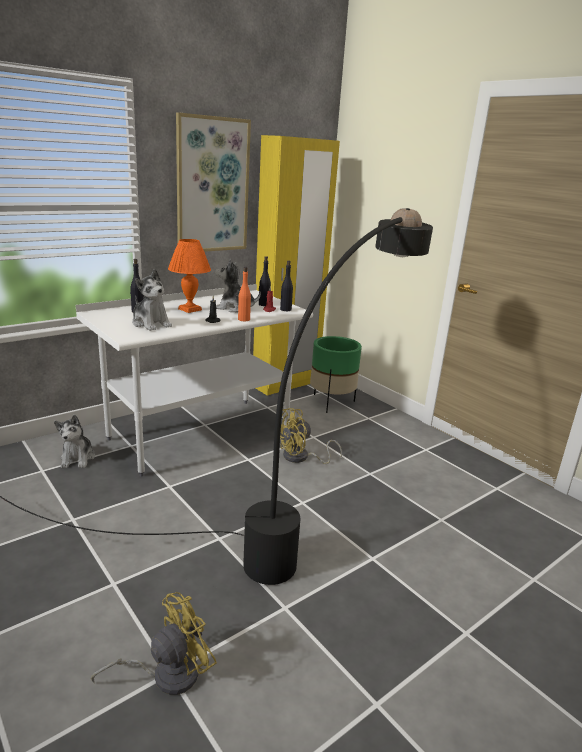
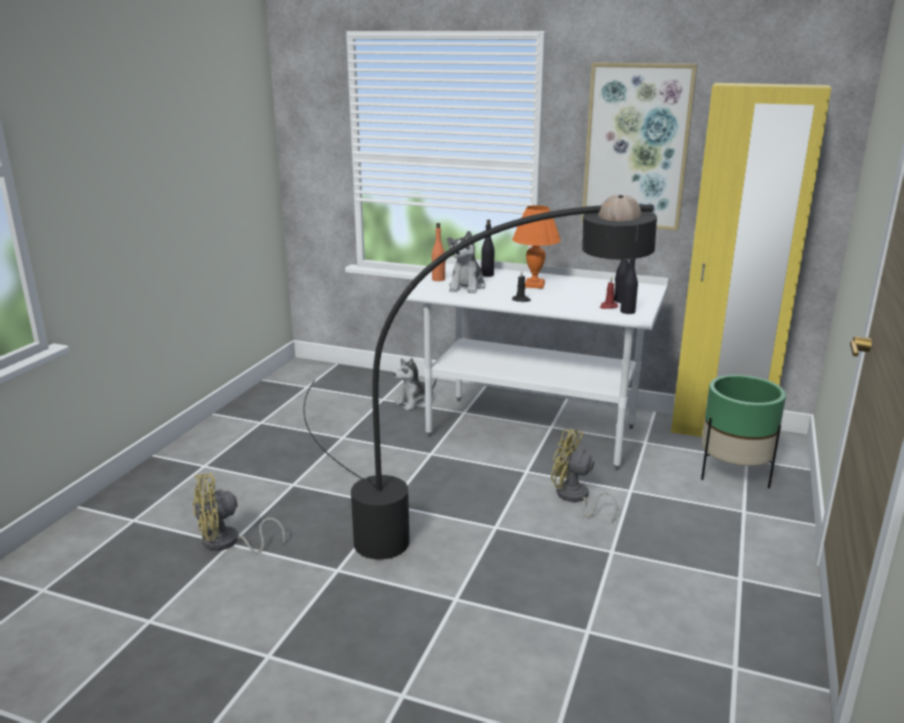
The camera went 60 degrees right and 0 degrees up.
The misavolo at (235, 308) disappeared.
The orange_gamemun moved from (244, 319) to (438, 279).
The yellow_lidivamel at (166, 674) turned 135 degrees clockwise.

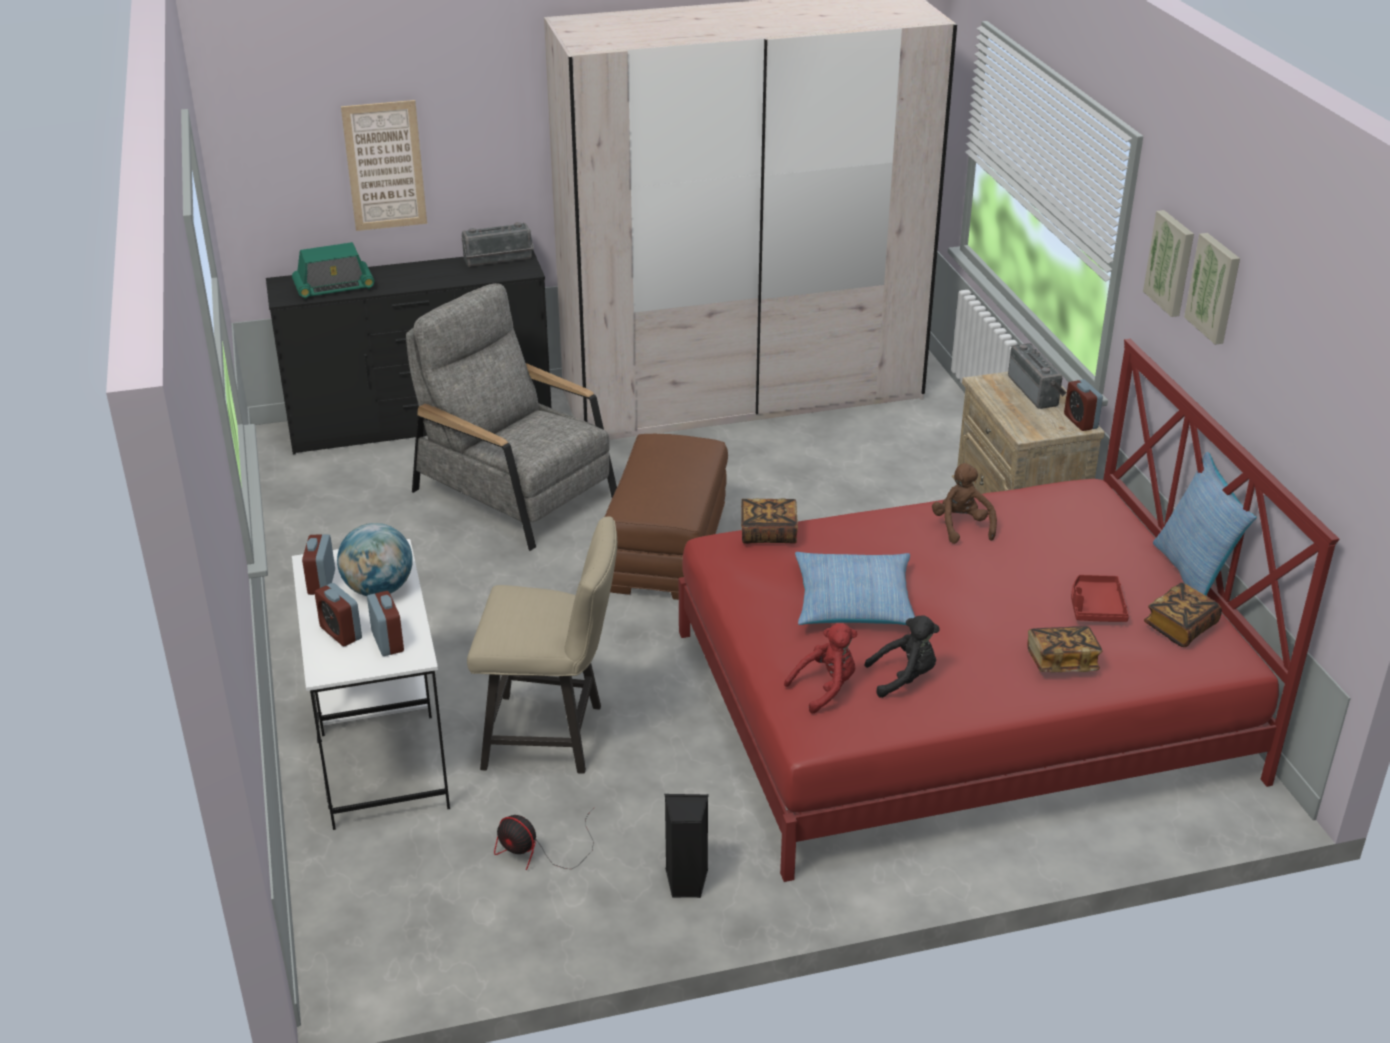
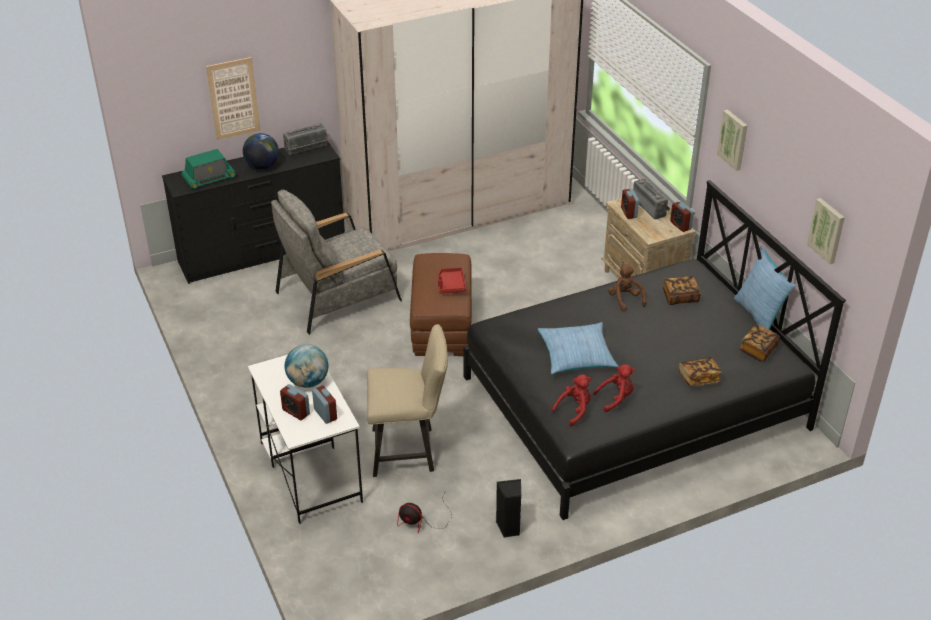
The camera went 10 degrees left and 5 degrees up.
The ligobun moved from (1215, 288) to (827, 230).
The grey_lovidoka at (516, 493) turned 60 degrees counterclockwise.
The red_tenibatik at (957, 703) became the black_tenibatik at (633, 402).
The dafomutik moved from (768, 533) to (680, 297).
The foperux moved from (321, 582) to (629, 213).
The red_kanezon moved from (1096, 607) to (451, 285).
The black_misavolo at (904, 678) became the red_misavolo at (616, 398).
The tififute at (262, 166) appeared.

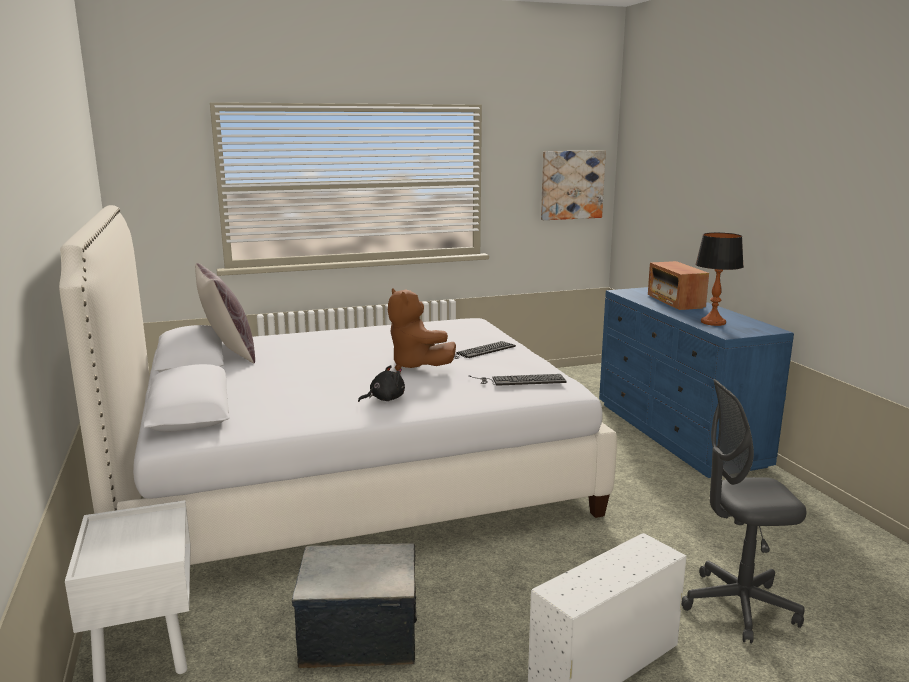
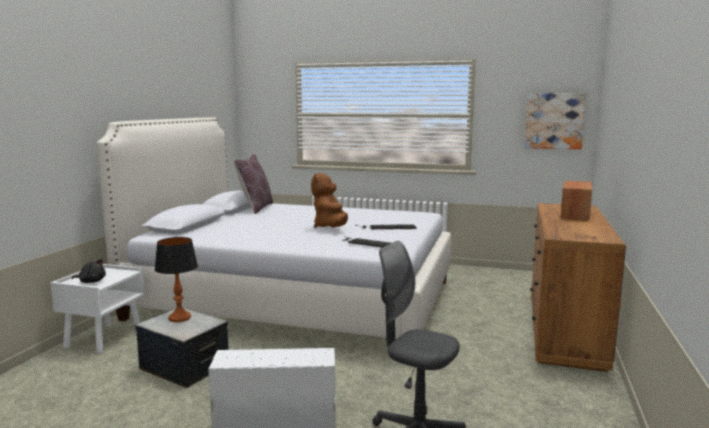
The camera went 35 degrees right and 5 degrees down.
The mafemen moved from (713, 322) to (179, 318).
The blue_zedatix at (678, 433) became the brown_zedatix at (564, 331).
The black_misavolo moved from (384, 399) to (91, 281).

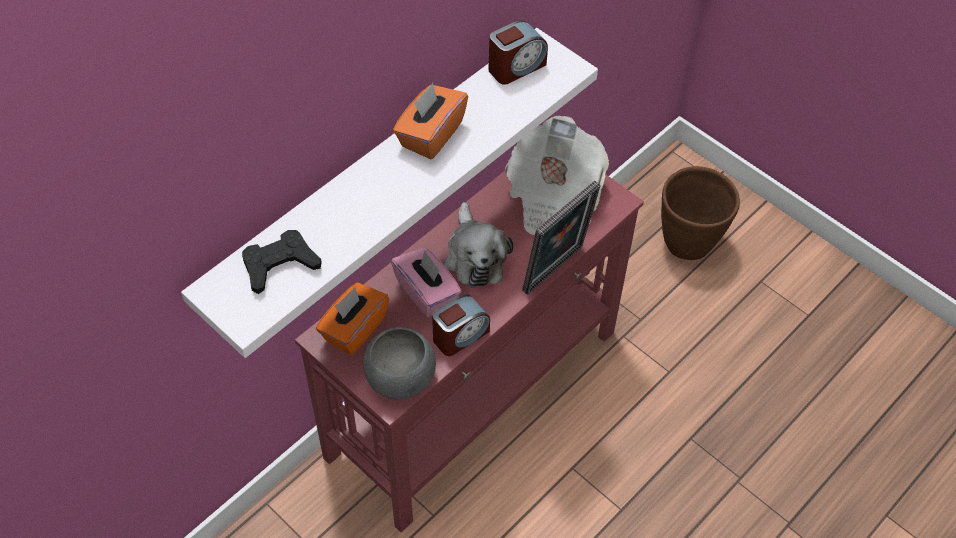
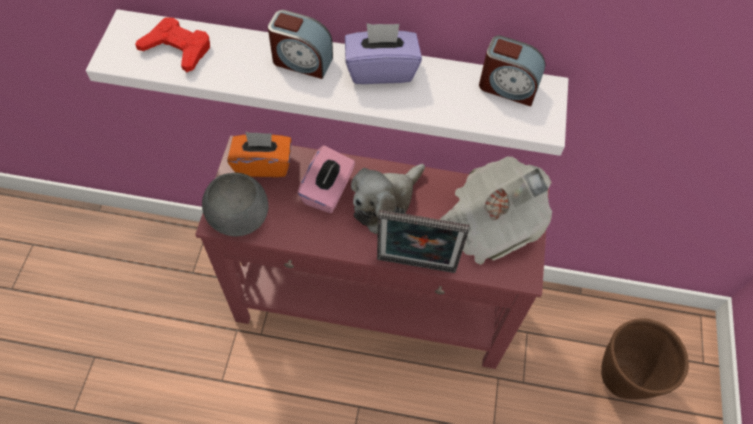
The camera went 55 degrees right and 5 degrees up.
The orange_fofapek at (430, 135) became the purple_fofapek at (381, 69).
The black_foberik at (279, 265) became the red_foberik at (177, 49).
The foperux moved from (460, 335) to (301, 61).

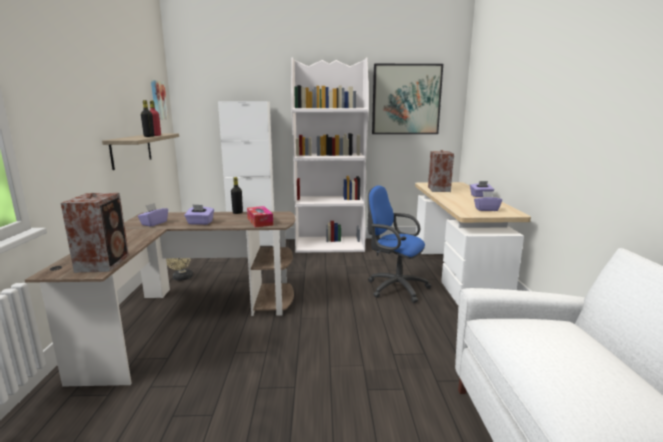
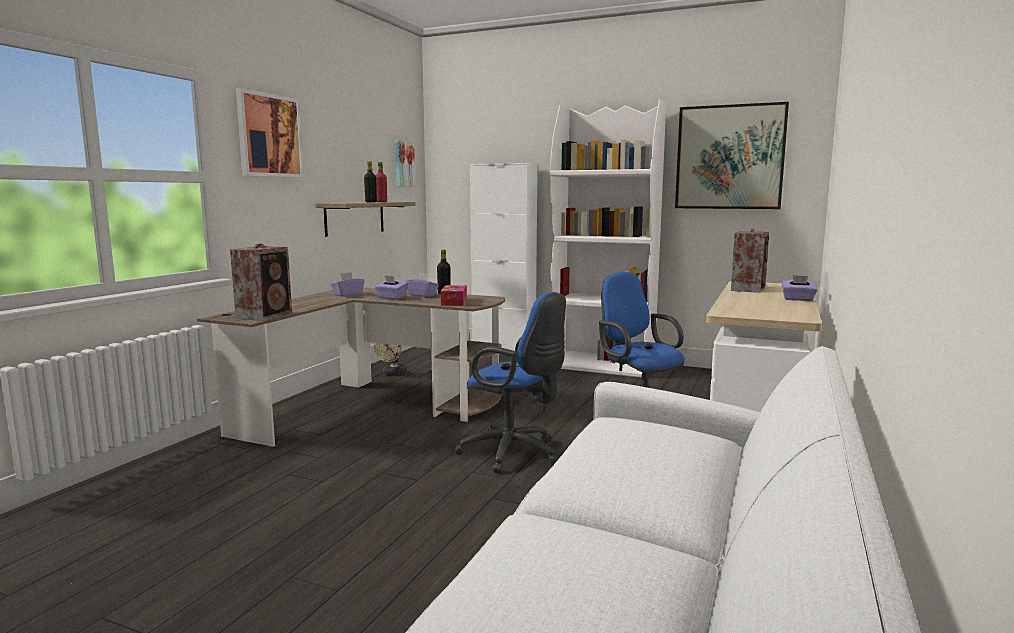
The camera went 25 degrees right and 5 degrees down.
The purple_fofapek moved from (486, 209) to (422, 295).
The ligobun at (269, 136) appeared.
The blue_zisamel at (515, 454) appeared.

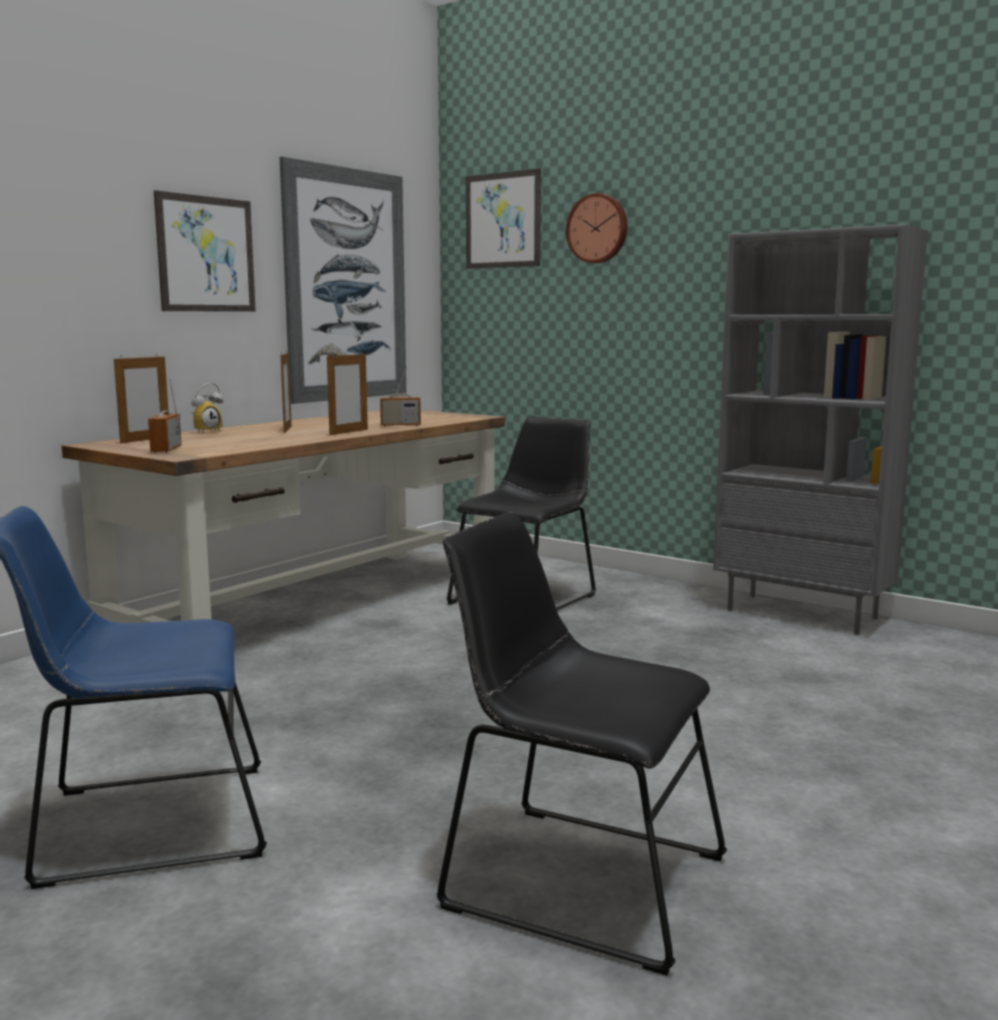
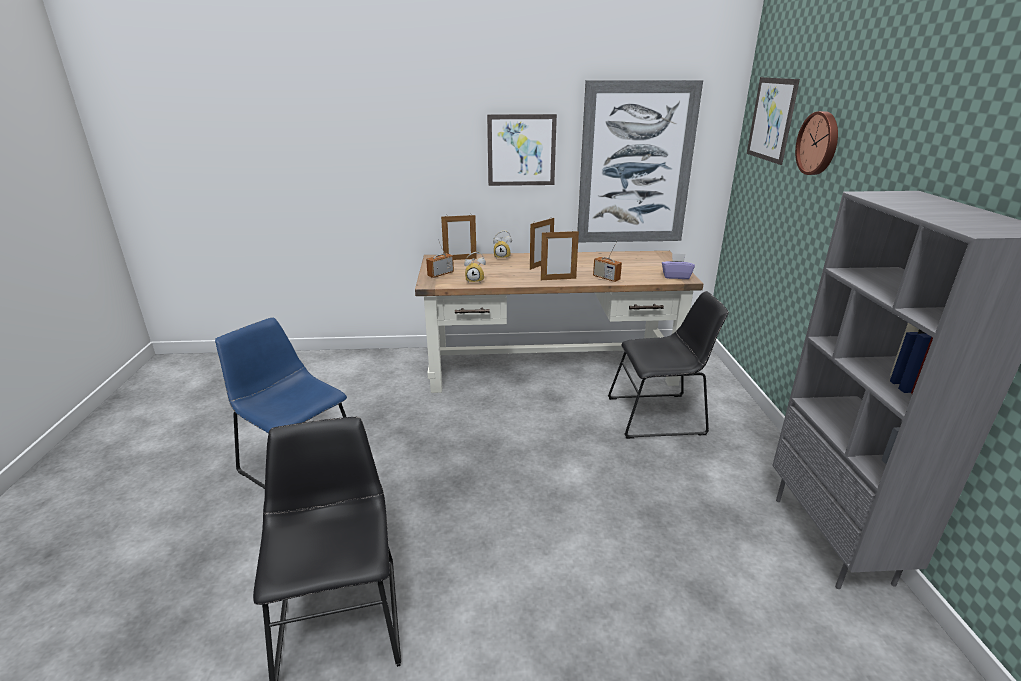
The camera went 50 degrees right and 15 degrees up.
The foperux at (475, 281) appeared.
The purple_fofapek at (676, 276) appeared.

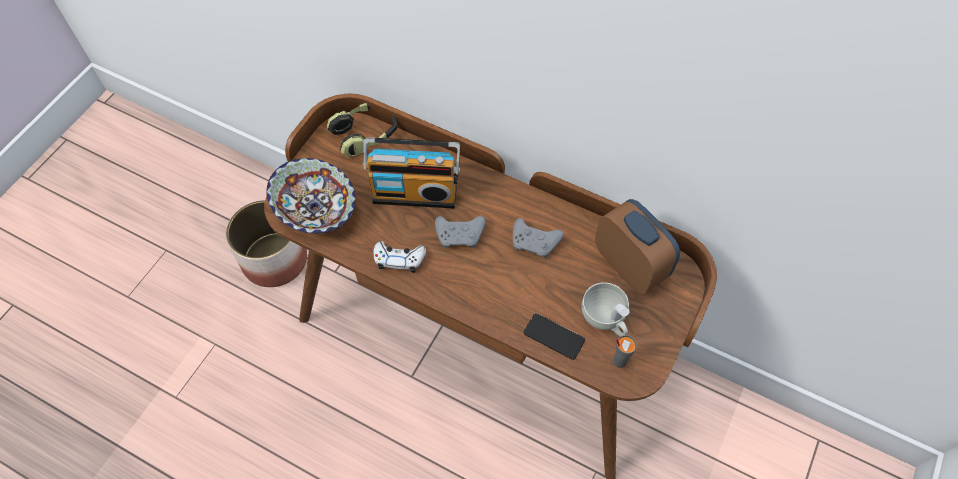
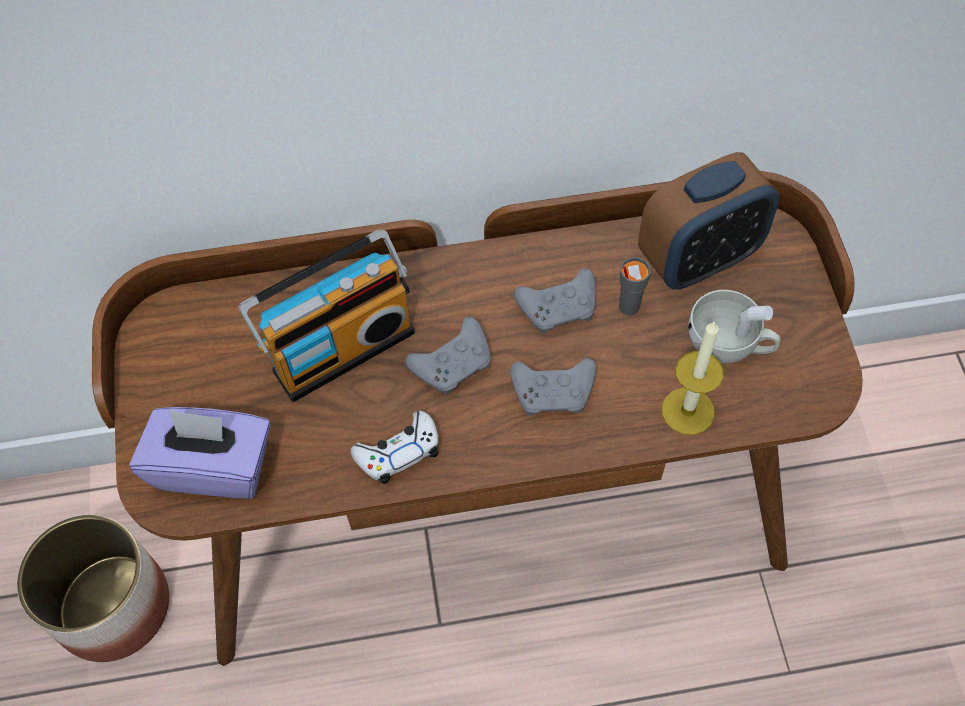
The camera went 35 degrees left and 0 degrees up.
The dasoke at (366, 134) disappeared.
The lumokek at (315, 210) was replaced by the purple_fofapek at (214, 467).
The foperux at (630, 265) turned 135 degrees clockwise.
The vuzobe at (554, 336) was replaced by the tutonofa at (687, 411).
The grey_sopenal moved from (619, 361) to (628, 306).
The grey_foberik at (554, 392) appeared.

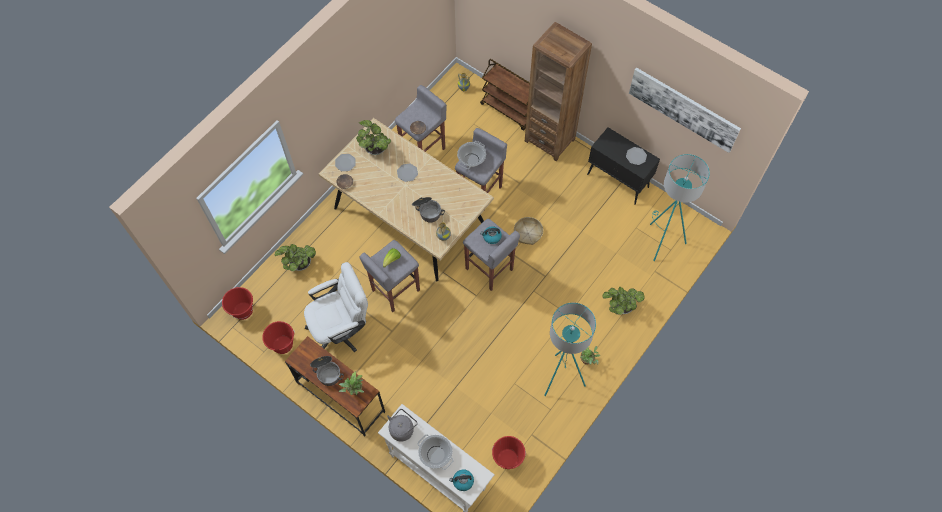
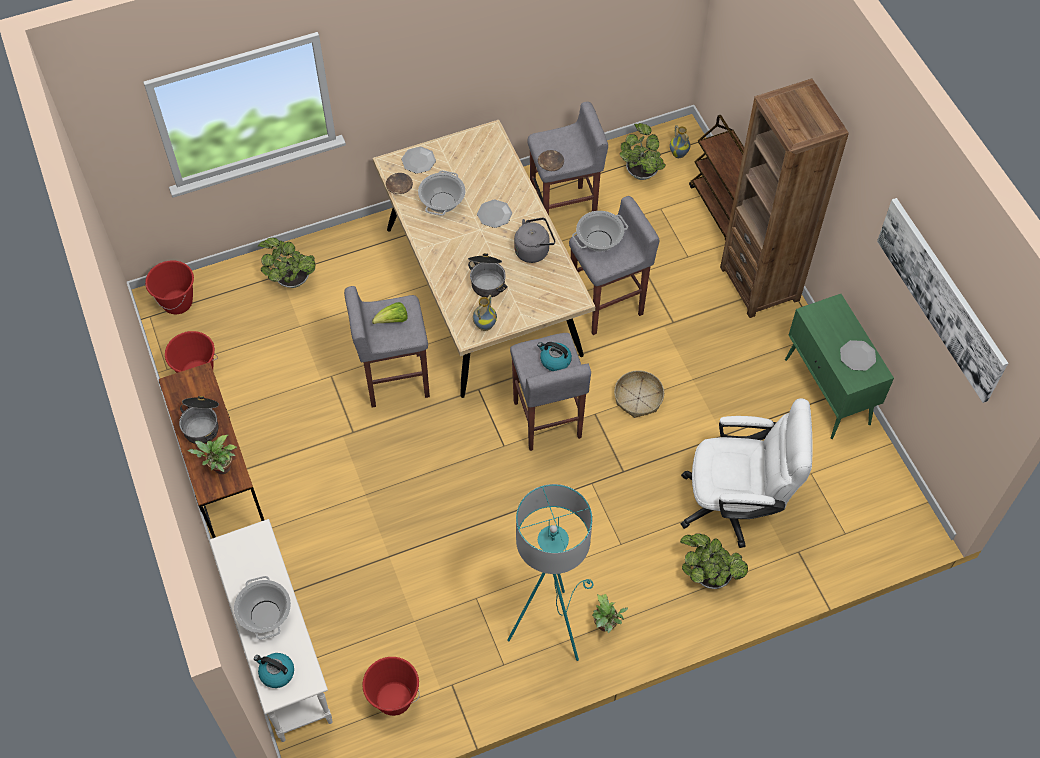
The camera went 30 degrees right and 5 degrees down.
The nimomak moved from (375, 149) to (641, 171).
The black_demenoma at (618, 181) became the green_demenoma at (827, 392).
The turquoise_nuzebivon at (661, 240) disappeared.
The white_zisamel moved from (342, 329) to (736, 505).
The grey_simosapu moved from (402, 429) to (534, 250).
The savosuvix at (442, 202) appeared.

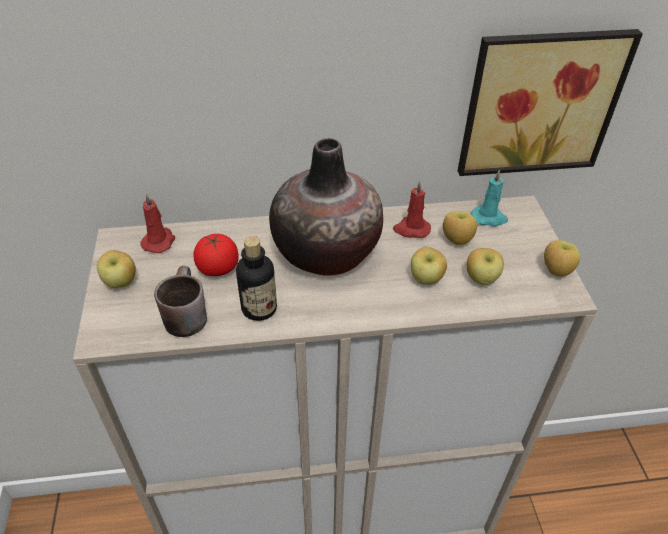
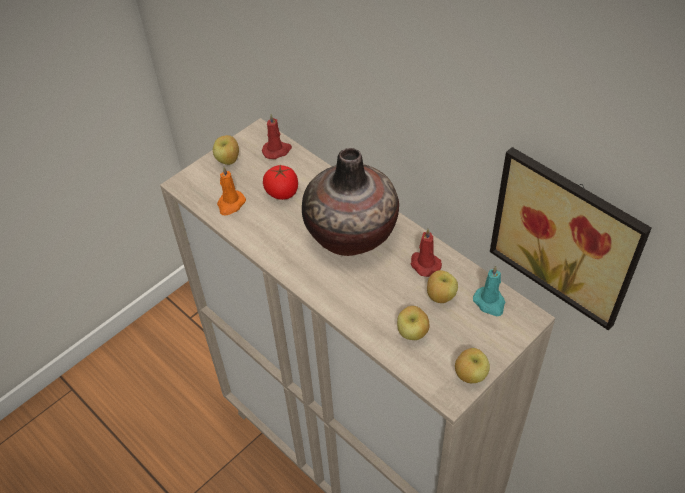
The camera went 55 degrees right and 5 degrees up.
The gamemun at (259, 308) disappeared.
The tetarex at (426, 279) disappeared.
The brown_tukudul at (183, 314) was replaced by the orange_tutonofa at (230, 204).

